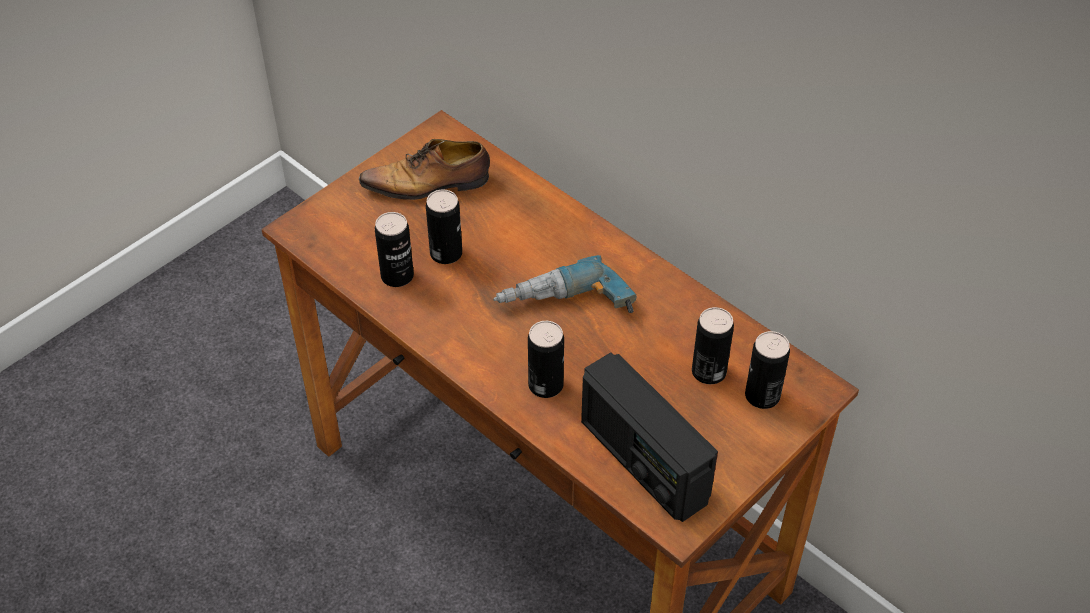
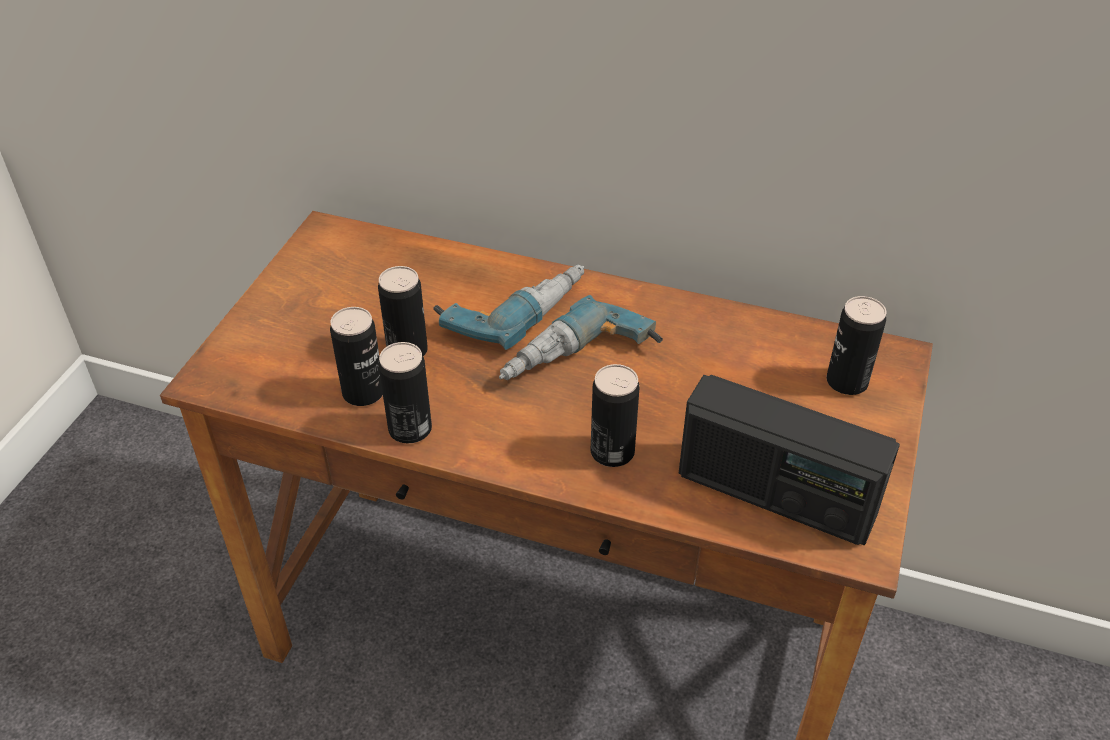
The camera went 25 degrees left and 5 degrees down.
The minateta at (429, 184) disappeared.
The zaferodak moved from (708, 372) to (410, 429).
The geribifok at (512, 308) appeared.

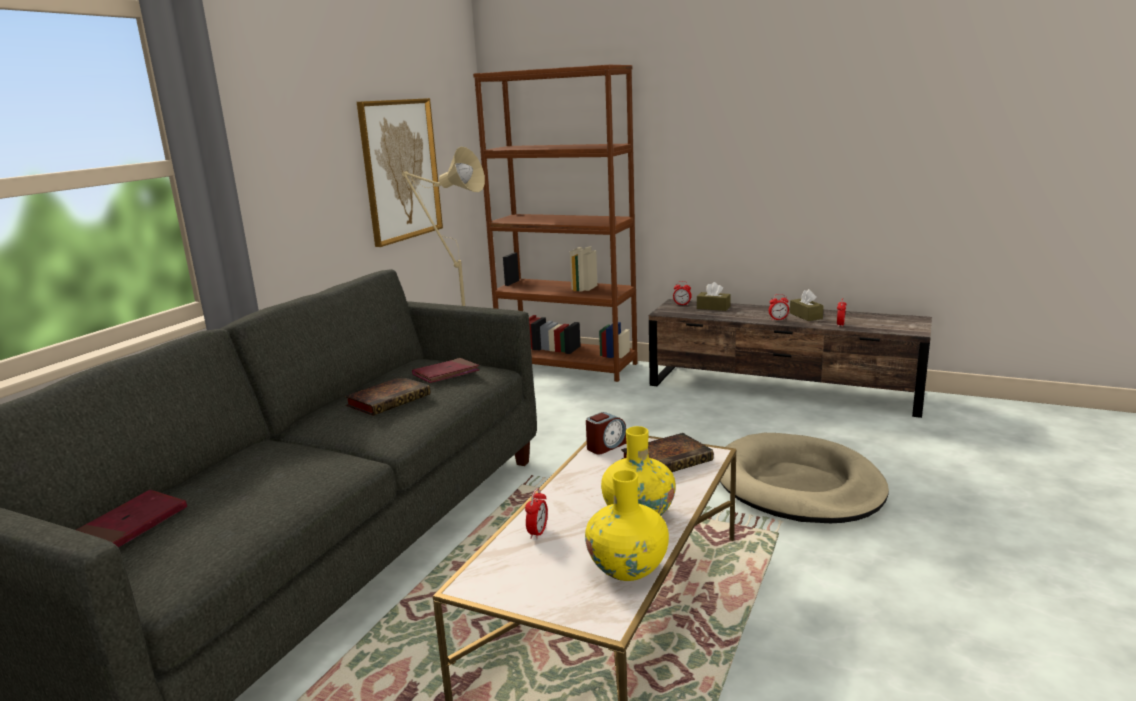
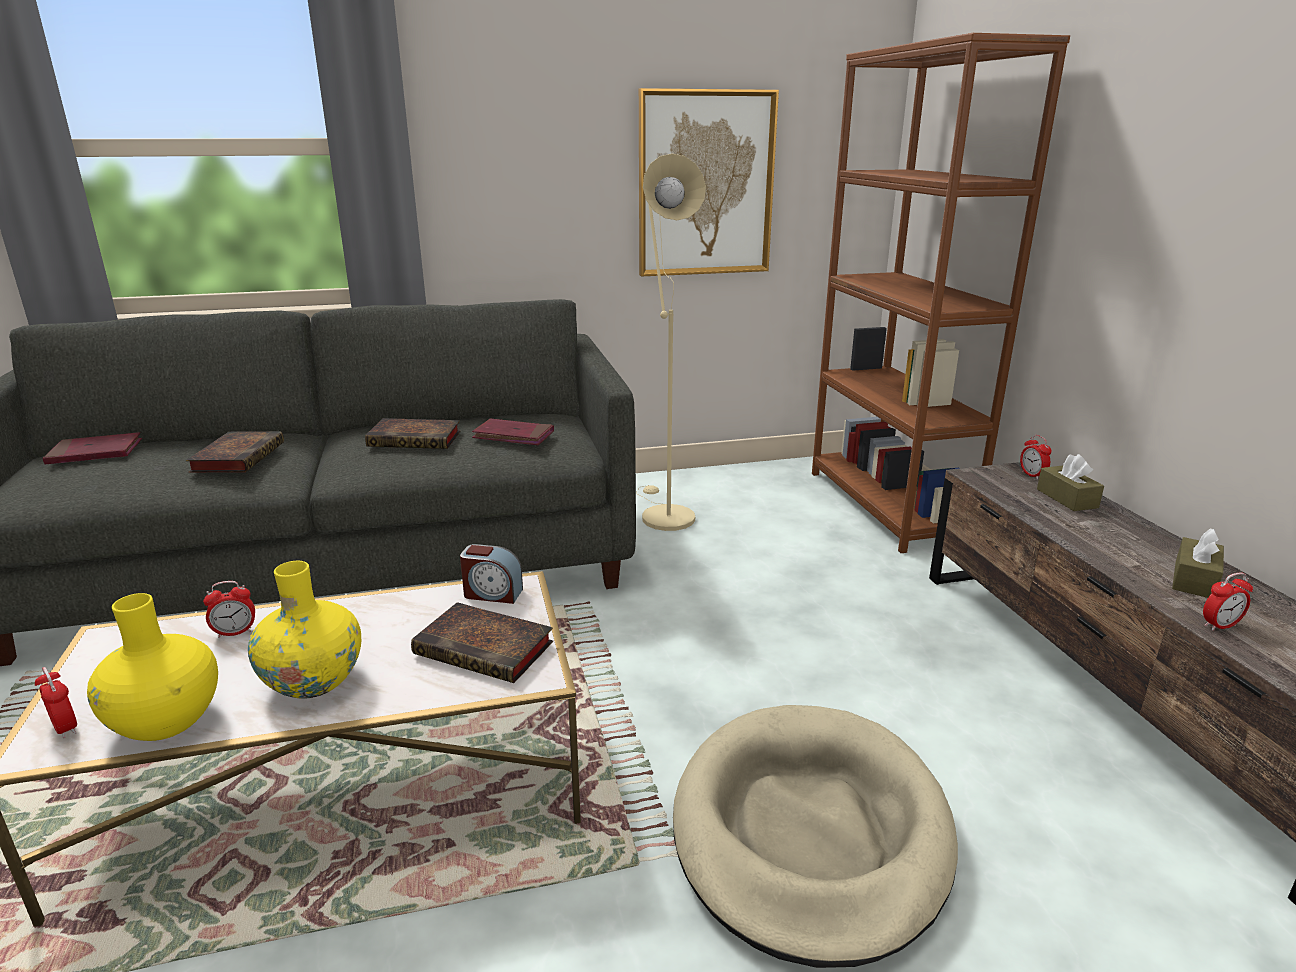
The camera went 50 degrees right and 5 degrees up.
The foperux moved from (778, 319) to (65, 728).
The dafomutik at (238, 457) appeared.

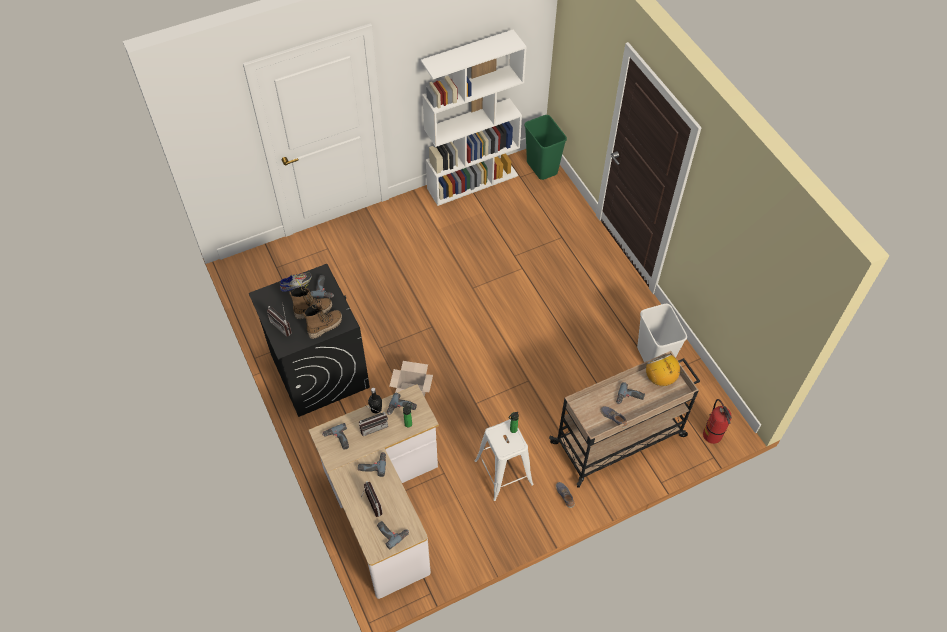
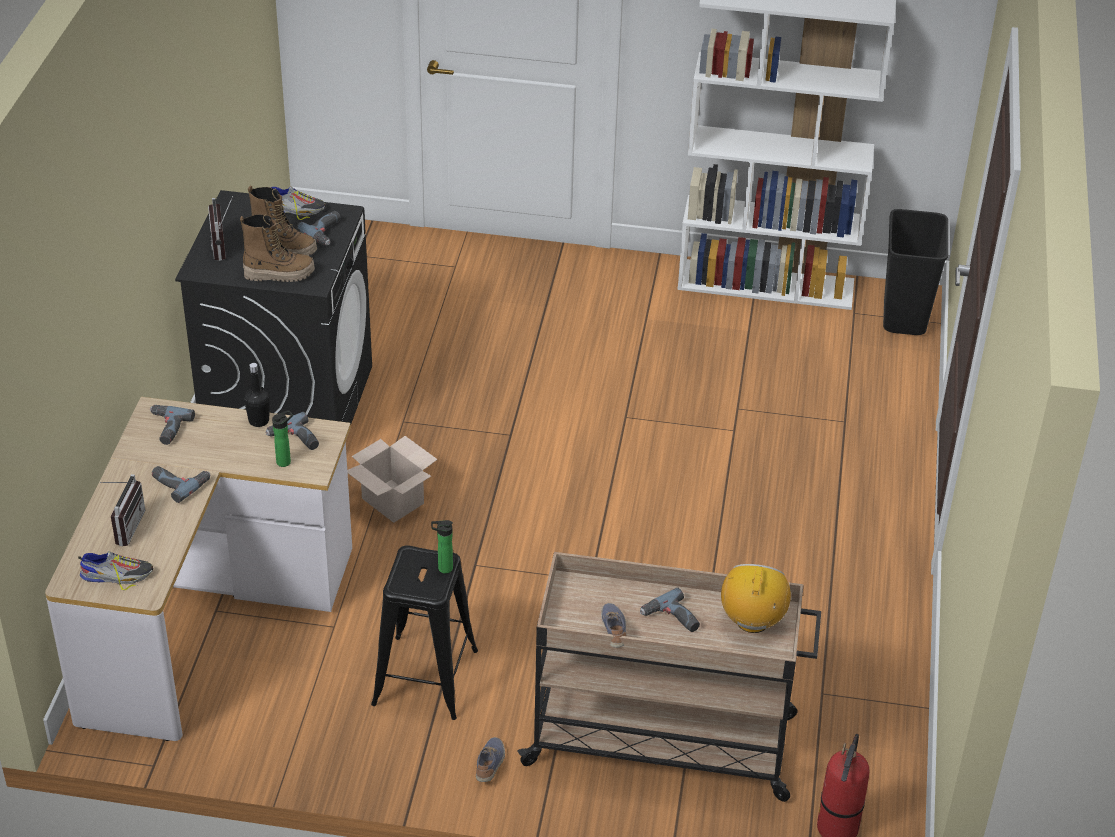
The camera went 35 degrees right and 15 degrees down.
The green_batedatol at (541, 168) became the black_batedatol at (903, 316).
The white_batedatol at (653, 357) disappeared.
The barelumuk at (373, 426) disappeared.
The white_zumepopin at (503, 472) became the black_zumepopin at (425, 676).
The geribifok at (392, 532) was replaced by the minateta at (117, 575).

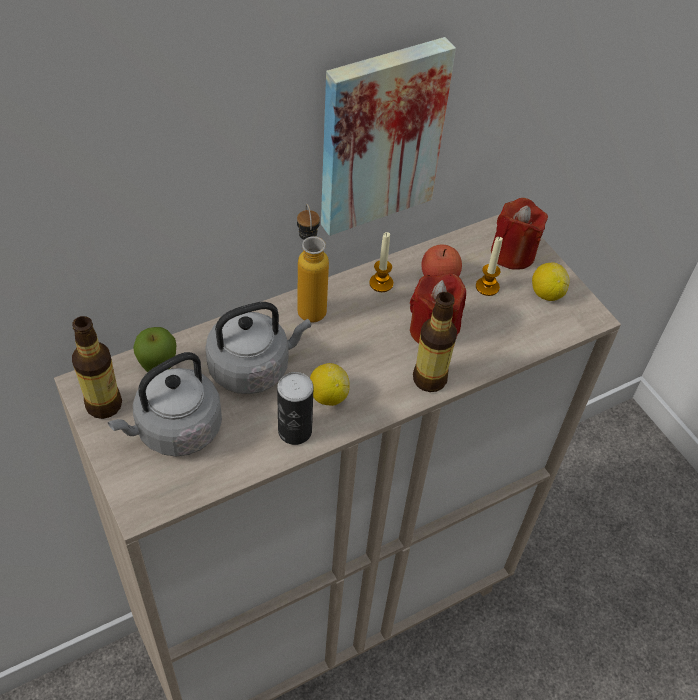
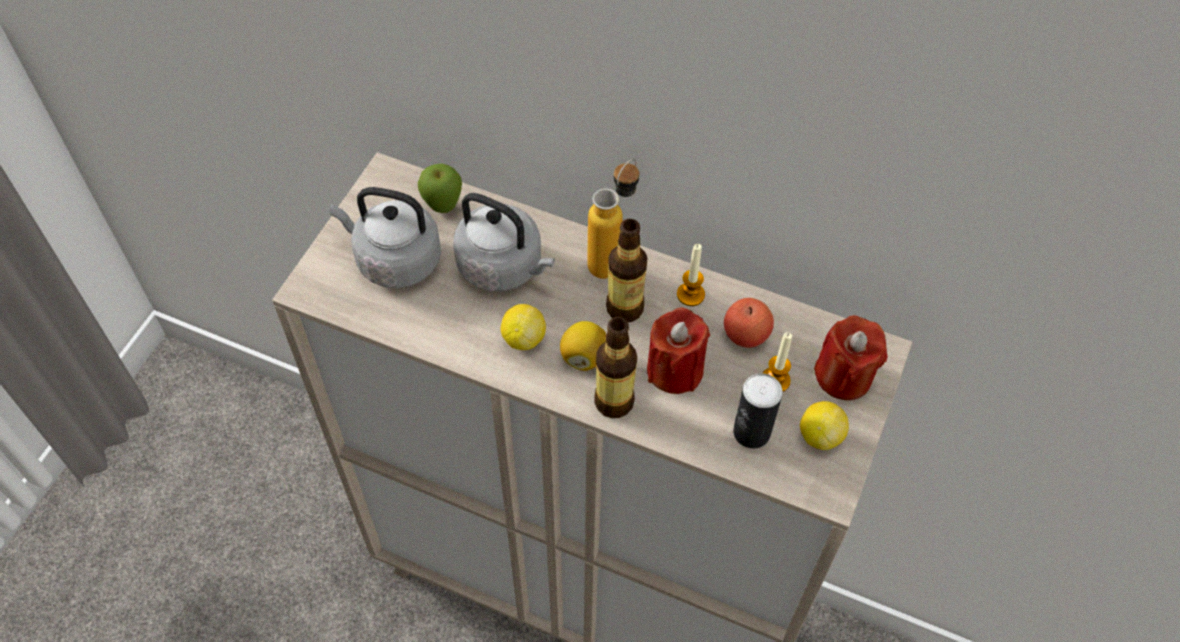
The camera went 55 degrees right and 5 degrees up.
The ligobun at (379, 135) disappeared.
The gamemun moved from (104, 404) to (625, 308).
The zaferodak moved from (295, 431) to (751, 432).
The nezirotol at (583, 357) appeared.

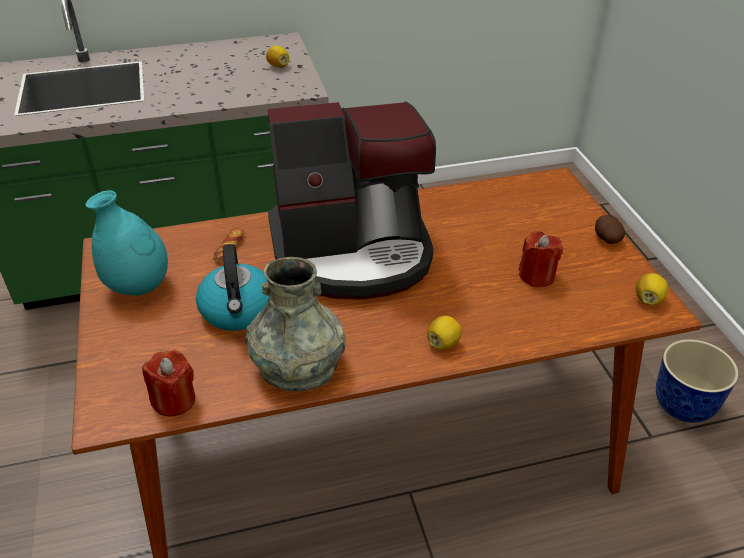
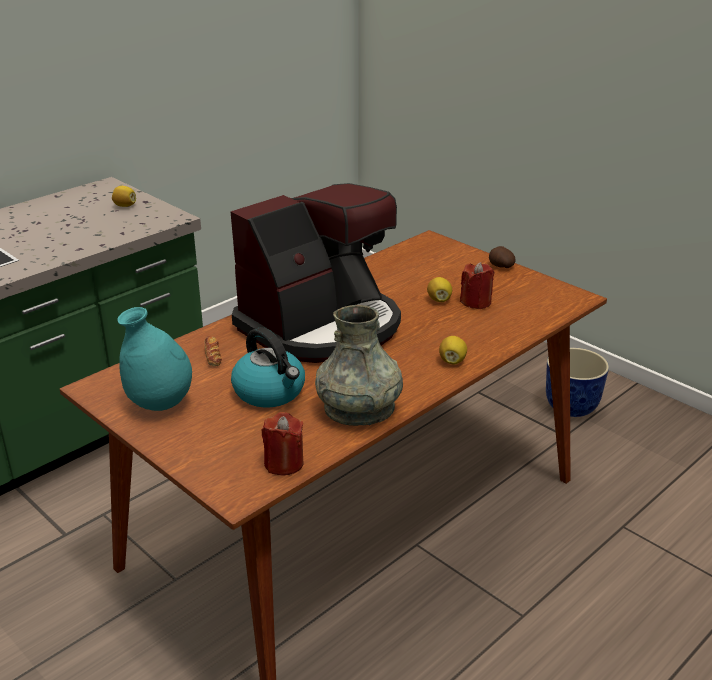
The camera went 30 degrees left and 10 degrees down.
The nezirotol moved from (648, 299) to (439, 300).

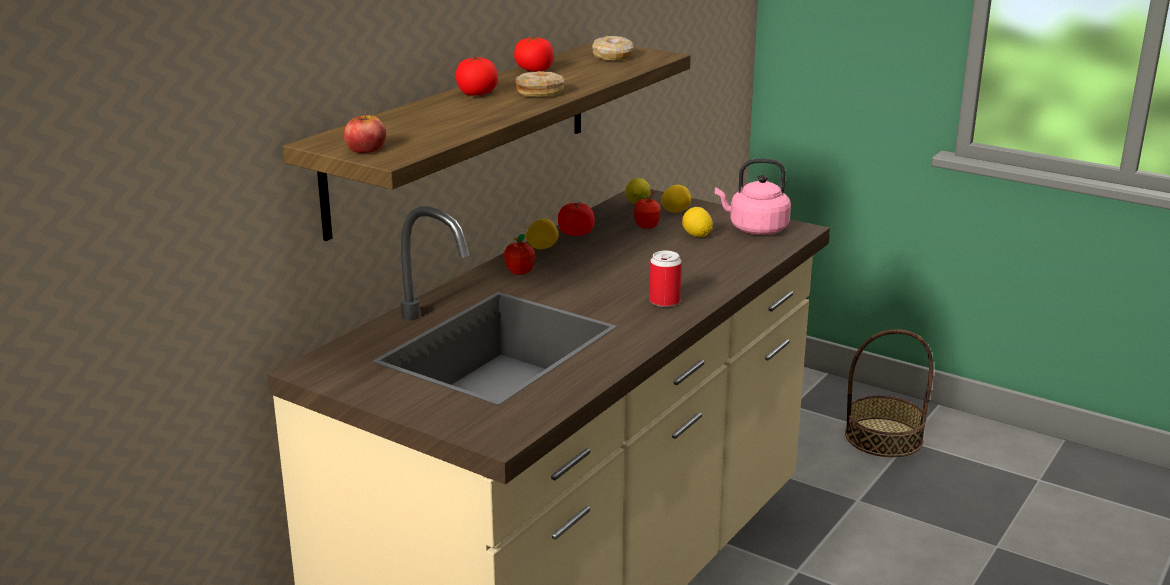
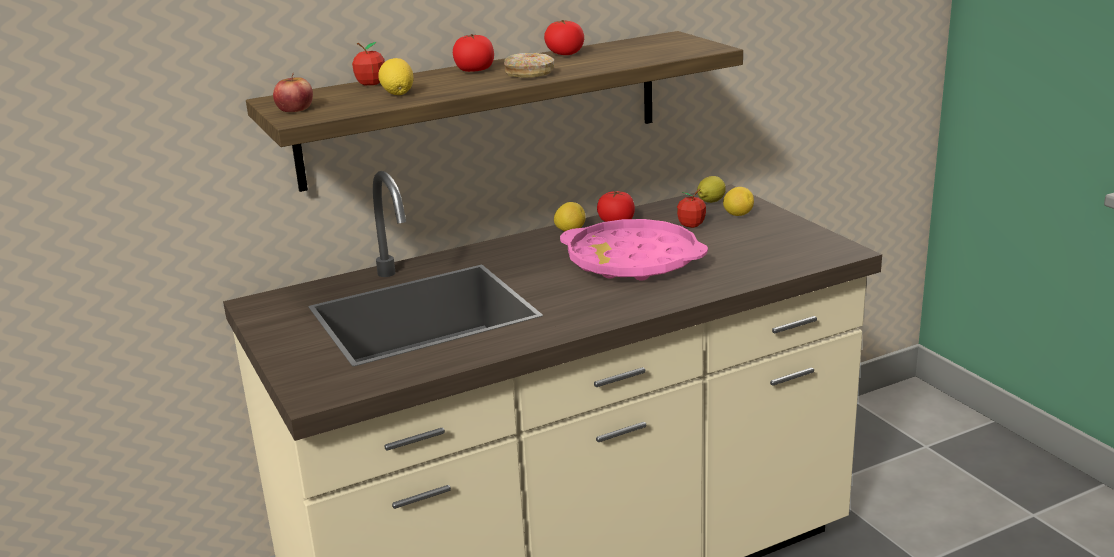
The camera went 30 degrees right and 0 degrees up.
The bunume at (613, 56) disappeared.
The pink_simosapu at (755, 229) disappeared.
The nezirotol moved from (696, 236) to (398, 94).
The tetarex moved from (519, 272) to (371, 84).
The zaferodak at (664, 301) disappeared.
The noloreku at (883, 437) disappeared.
The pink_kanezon at (632, 261) appeared.

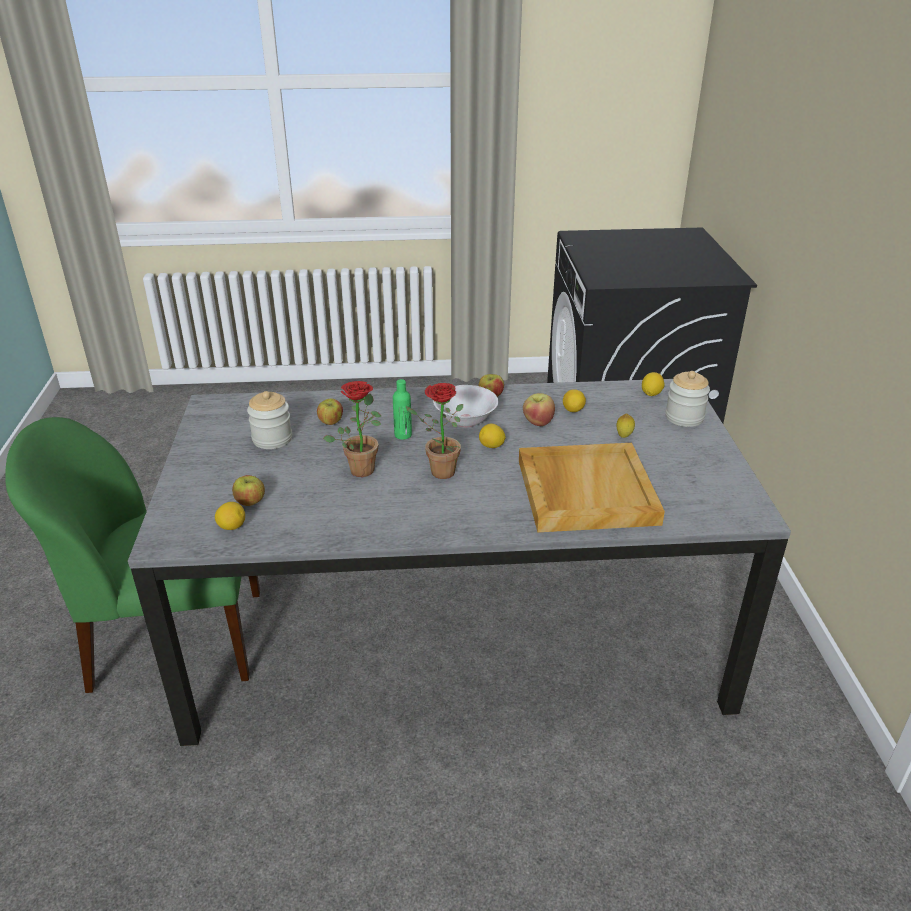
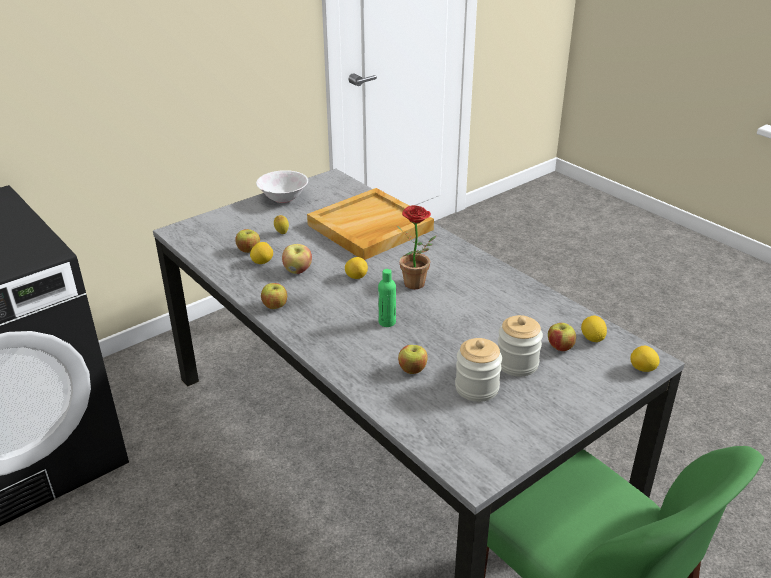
The camera went 125 degrees left and 0 degrees up.
The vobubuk moved from (684, 417) to (517, 364).
The nezirotol moved from (651, 394) to (642, 369).
The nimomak at (362, 467) disappeared.
The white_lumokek moved from (465, 421) to (284, 198).
The tetarex at (248, 250) appeared.

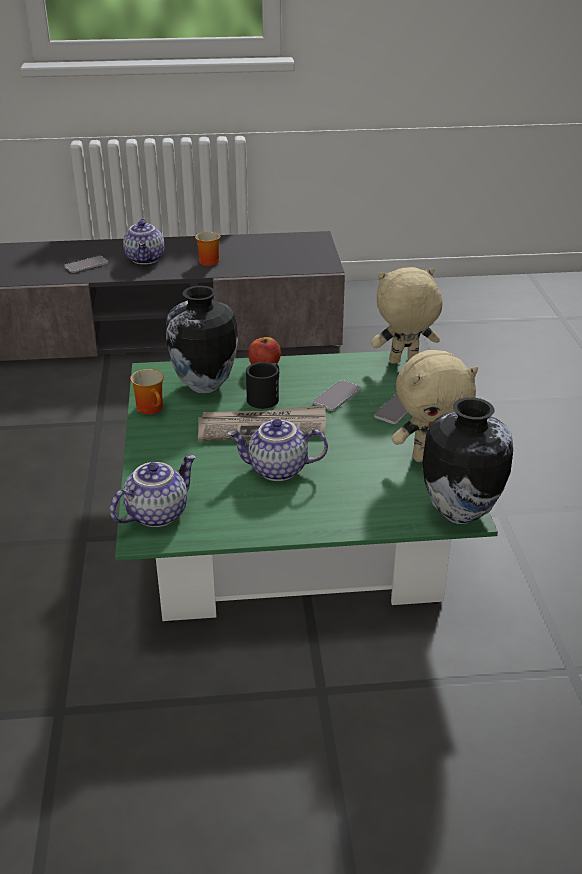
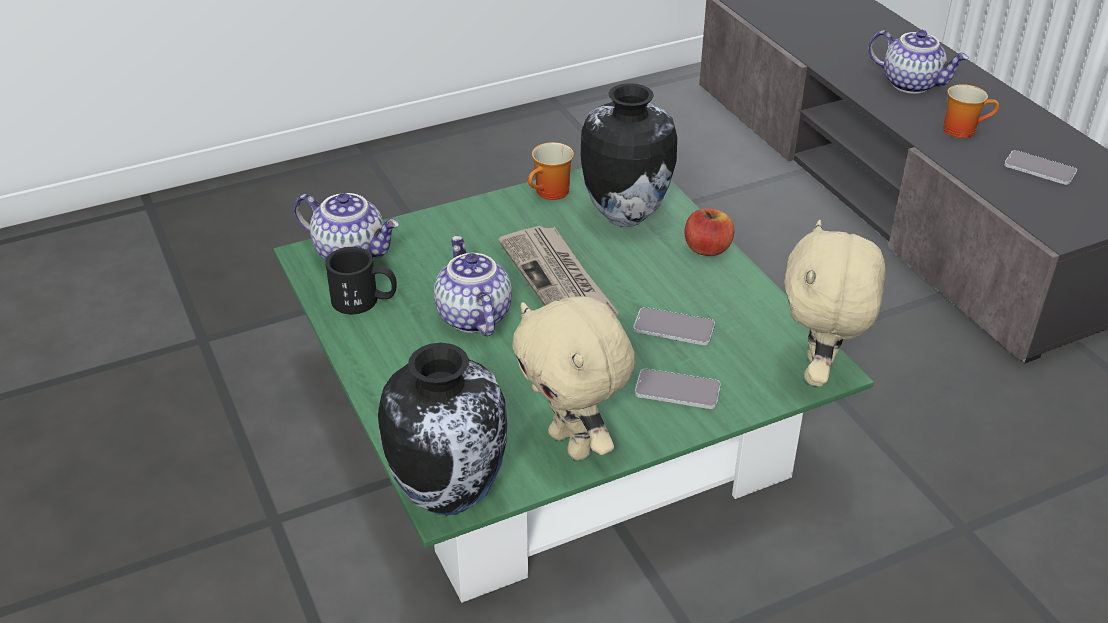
The camera went 70 degrees right and 5 degrees up.
The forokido at (146, 259) turned 120 degrees counterclockwise.
The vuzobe moved from (86, 265) to (1039, 169).
The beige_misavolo at (403, 362) turned 135 degrees counterclockwise.
The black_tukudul moved from (266, 396) to (365, 301).

